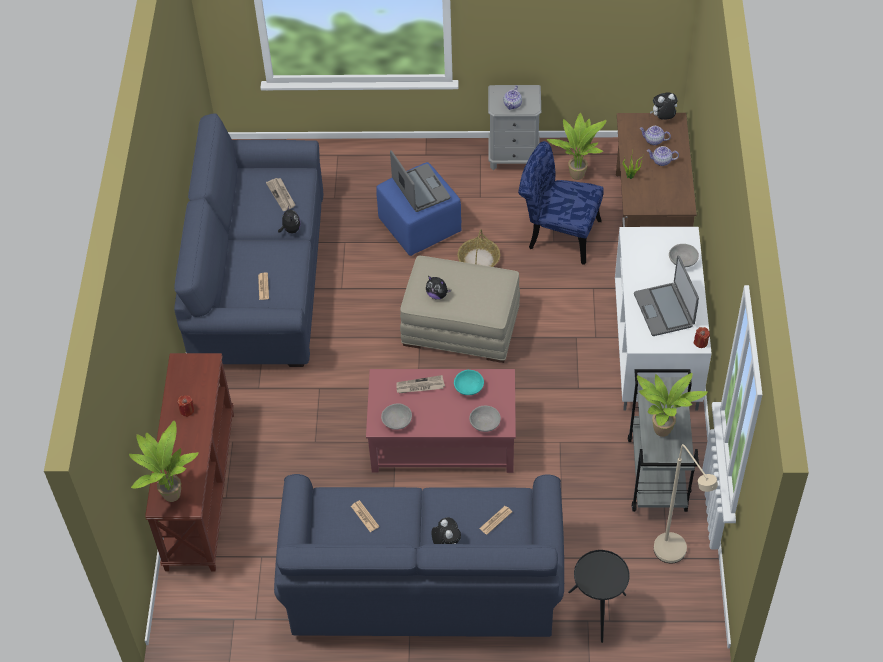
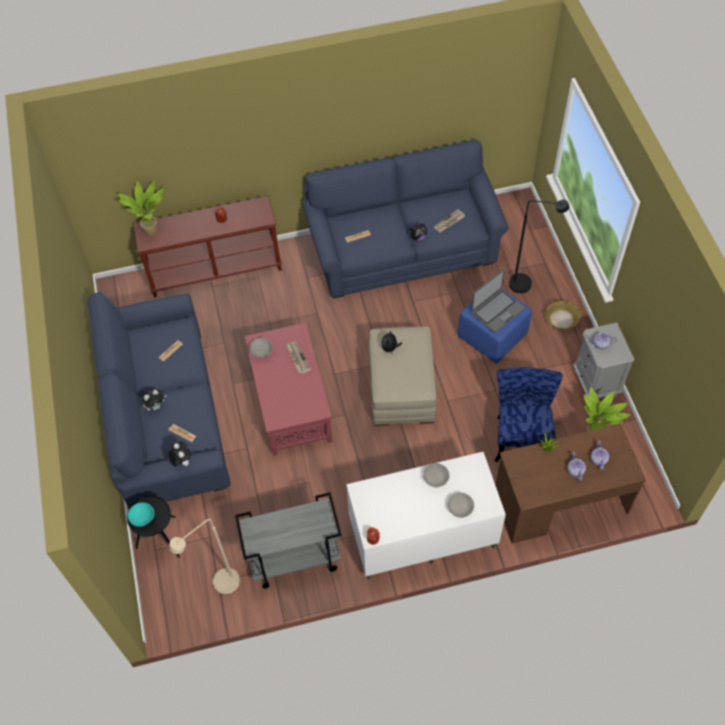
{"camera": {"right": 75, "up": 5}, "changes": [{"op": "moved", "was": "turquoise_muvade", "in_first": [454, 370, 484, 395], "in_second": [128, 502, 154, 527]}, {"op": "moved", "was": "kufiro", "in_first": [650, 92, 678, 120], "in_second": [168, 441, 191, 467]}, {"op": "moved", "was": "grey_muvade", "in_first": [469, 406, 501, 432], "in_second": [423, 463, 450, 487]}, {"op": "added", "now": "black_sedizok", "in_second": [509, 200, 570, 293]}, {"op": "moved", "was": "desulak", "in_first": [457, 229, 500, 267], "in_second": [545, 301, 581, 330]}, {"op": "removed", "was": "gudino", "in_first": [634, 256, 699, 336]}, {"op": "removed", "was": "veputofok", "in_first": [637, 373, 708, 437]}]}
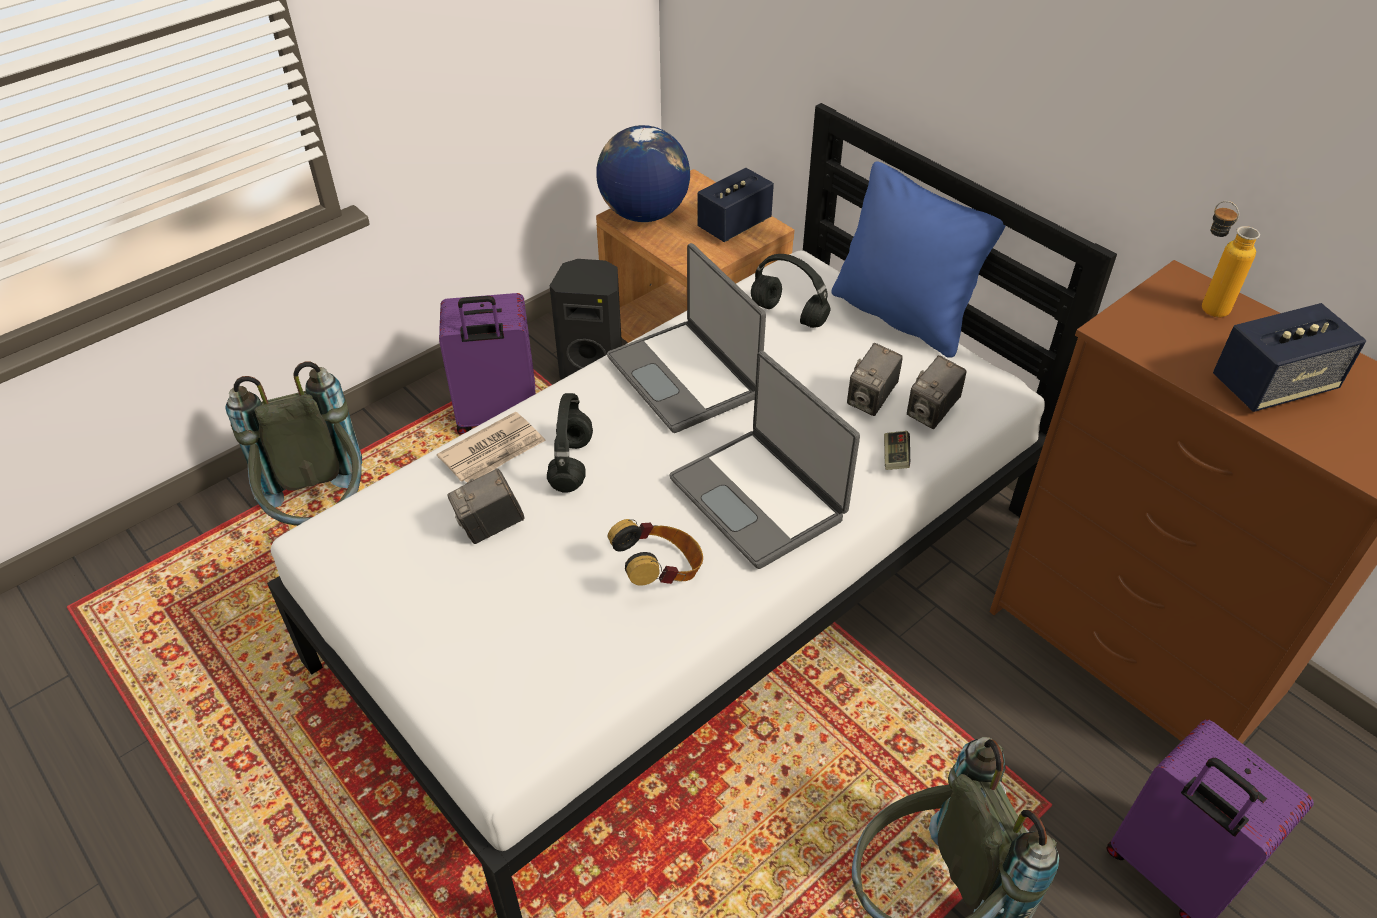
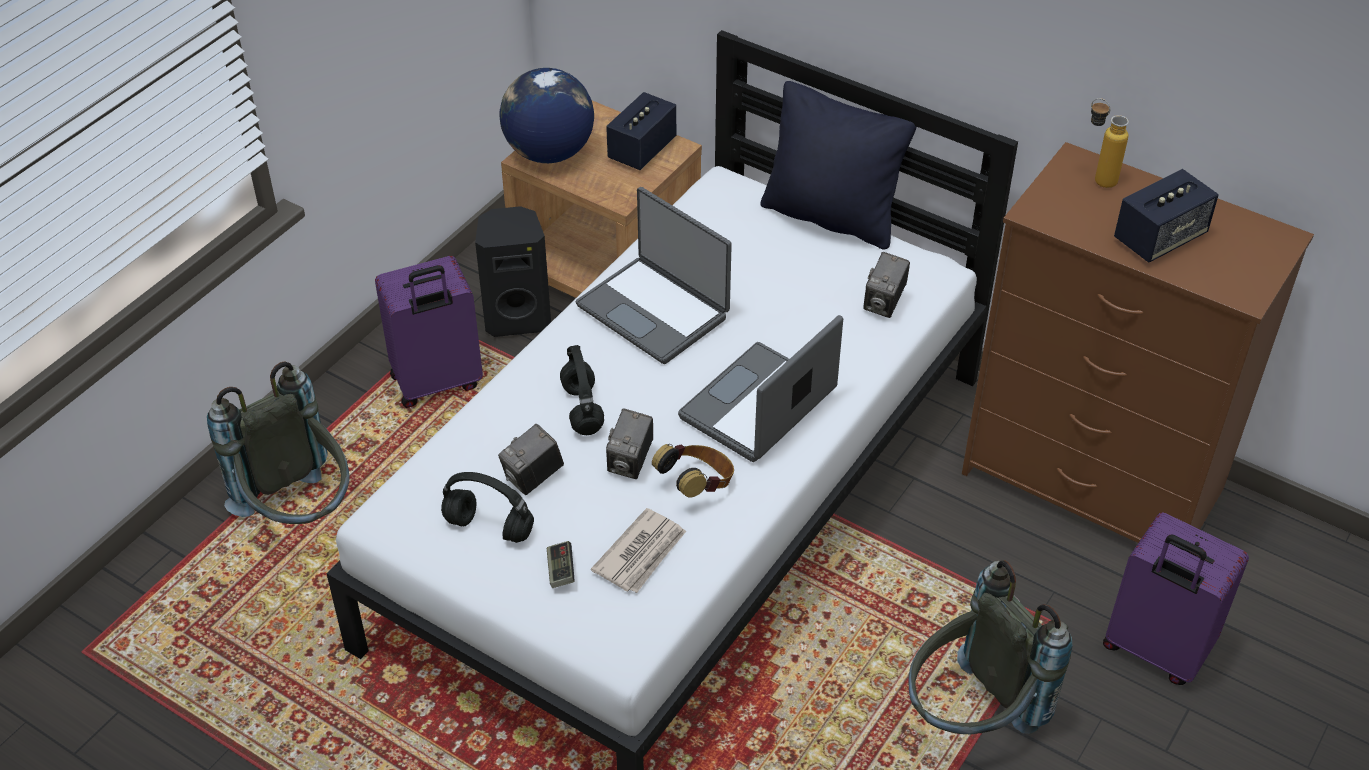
{"camera": {"right": -15, "up": 0}, "changes": [{"op": "moved", "was": "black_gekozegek", "in_first": [751, 254, 831, 328], "in_second": [441, 472, 534, 543]}, {"op": "moved", "was": "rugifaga", "in_first": [884, 431, 910, 470], "in_second": [547, 541, 575, 588]}, {"op": "moved", "was": "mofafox", "in_first": [437, 412, 546, 482], "in_second": [591, 508, 686, 593]}, {"op": "moved", "was": "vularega", "in_first": [847, 343, 903, 416], "in_second": [606, 408, 653, 479]}, {"op": "turned", "was": "gudino", "in_first": [669, 351, 860, 569], "in_second": [678, 315, 843, 462], "clockwise": 90}, {"op": "recoloured", "was": "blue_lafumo", "now": "black_lafumo", "in_first": [831, 161, 1005, 358], "in_second": [760, 81, 917, 249]}]}
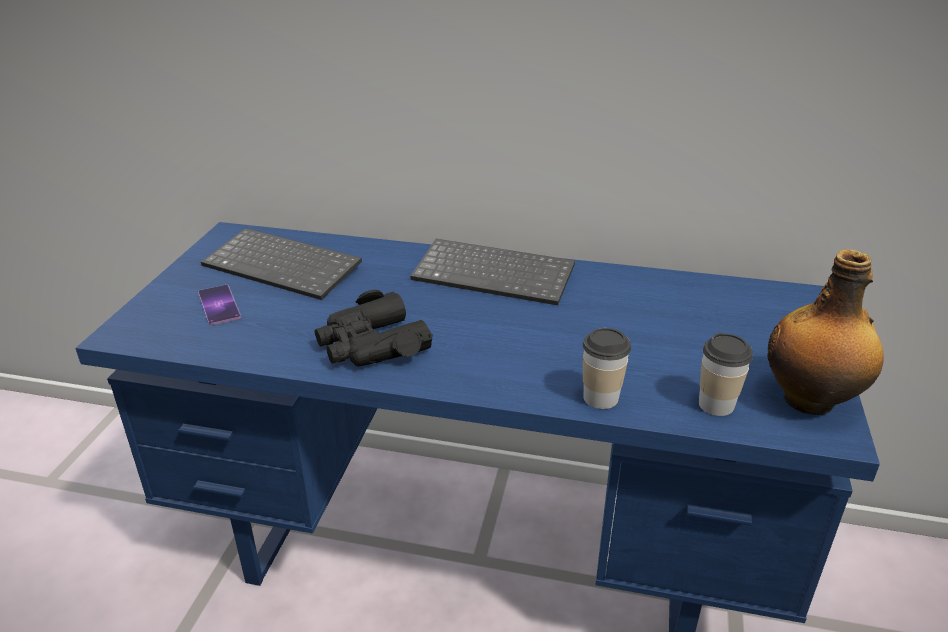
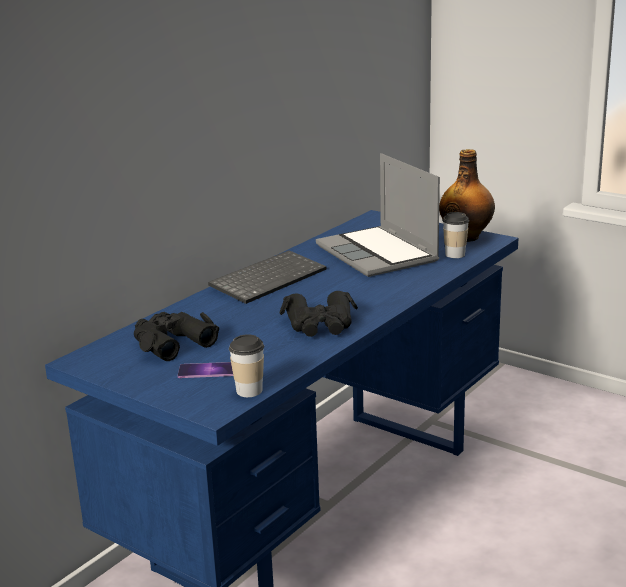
{"camera": {"right": -65, "up": -10}, "changes": [{"op": "replaced", "was": "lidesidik", "now": "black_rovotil", "in_first": [201, 228, 362, 300], "in_second": [134, 312, 219, 361]}, {"op": "moved", "was": "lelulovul", "in_first": [583, 328, 631, 409], "in_second": [229, 334, 264, 397]}, {"op": "added", "now": "gudino", "in_second": [316, 153, 440, 277]}]}
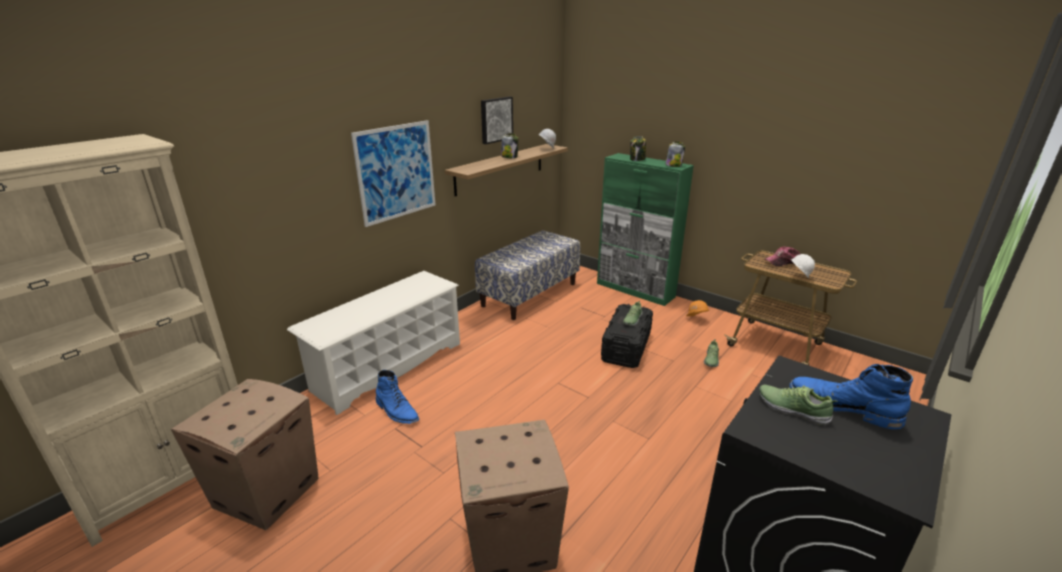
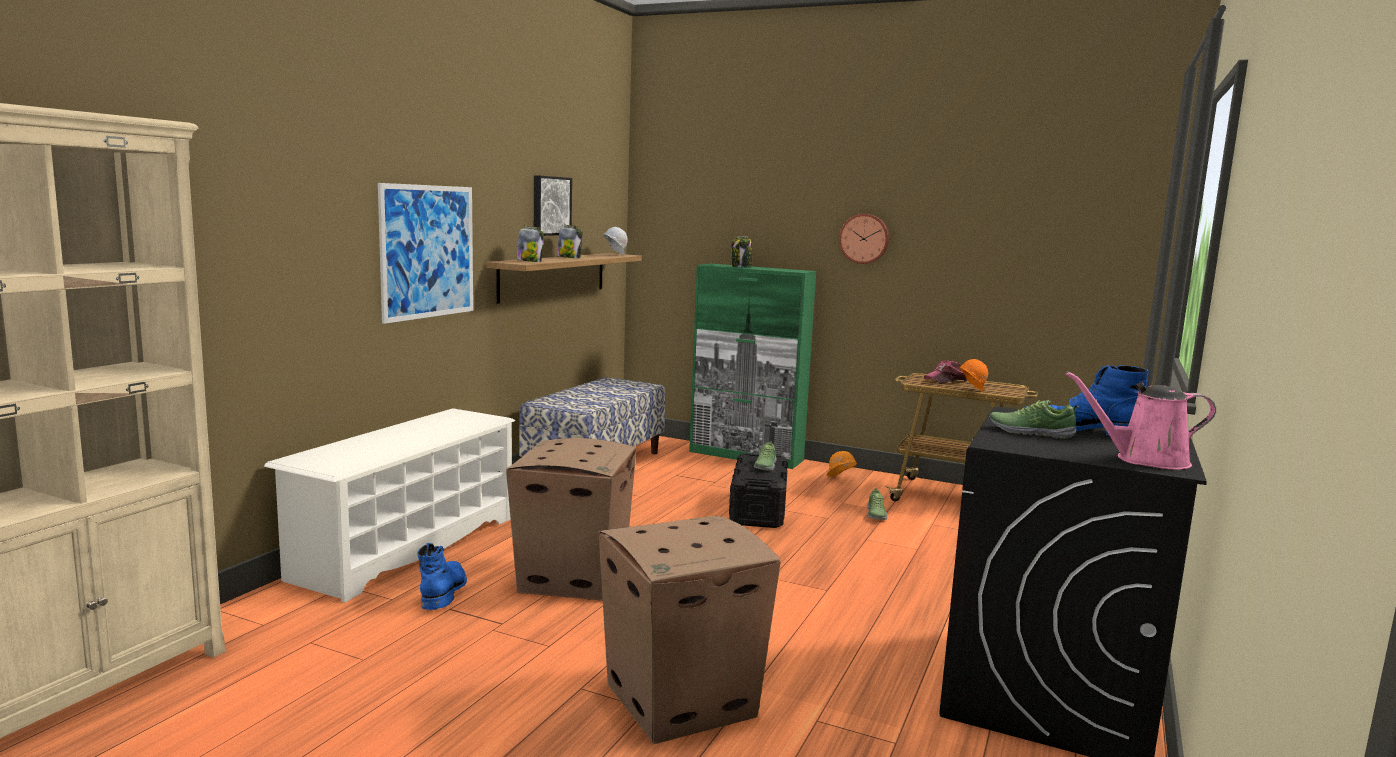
{"camera": {"right": -15, "up": -15}, "changes": [{"op": "turned", "was": "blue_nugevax", "in_first": [376, 370, 419, 424], "in_second": [417, 543, 467, 610], "clockwise": -120}, {"op": "moved", "was": "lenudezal", "in_first": [171, 379, 319, 530], "in_second": [506, 438, 636, 601]}, {"op": "moved", "was": "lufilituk", "in_first": [665, 141, 685, 167], "in_second": [517, 226, 544, 262]}, {"op": "added", "now": "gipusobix", "in_second": [839, 214, 889, 264]}, {"op": "recoloured", "was": "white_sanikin", "now": "orange_sanikin", "in_first": [791, 254, 815, 278], "in_second": [959, 359, 988, 391]}, {"op": "added", "now": "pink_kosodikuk", "in_second": [1065, 372, 1216, 470]}]}
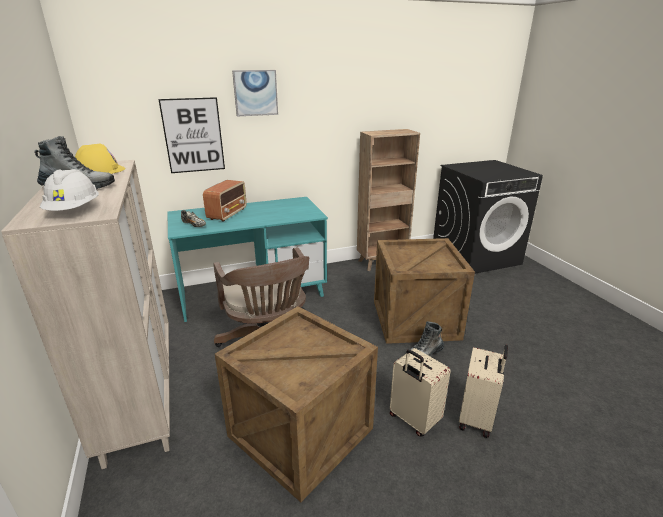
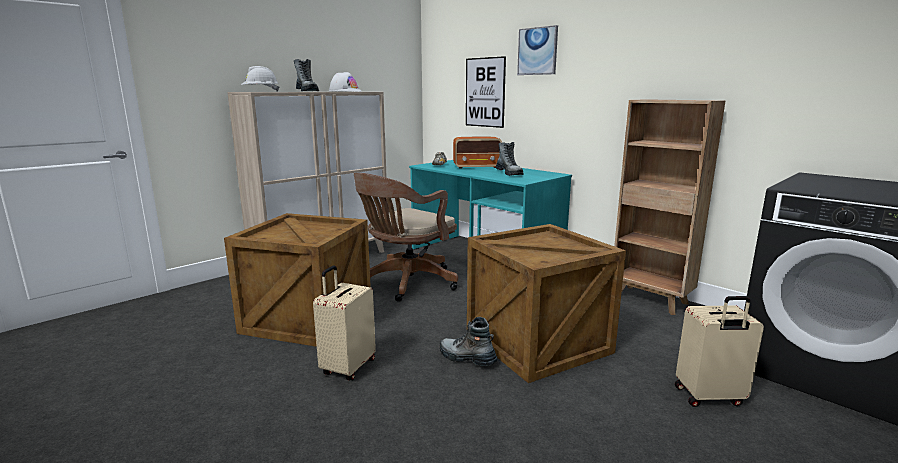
{"camera": {"right": 65, "up": -10}, "changes": [{"op": "recoloured", "was": "yellow_sanikin", "now": "white_sanikin", "in_first": [75, 143, 126, 174], "in_second": [329, 72, 362, 92]}, {"op": "added", "now": "nugevax", "in_second": [496, 142, 524, 176]}, {"op": "moved", "was": "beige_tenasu", "in_first": [459, 345, 508, 438], "in_second": [675, 296, 764, 407]}]}
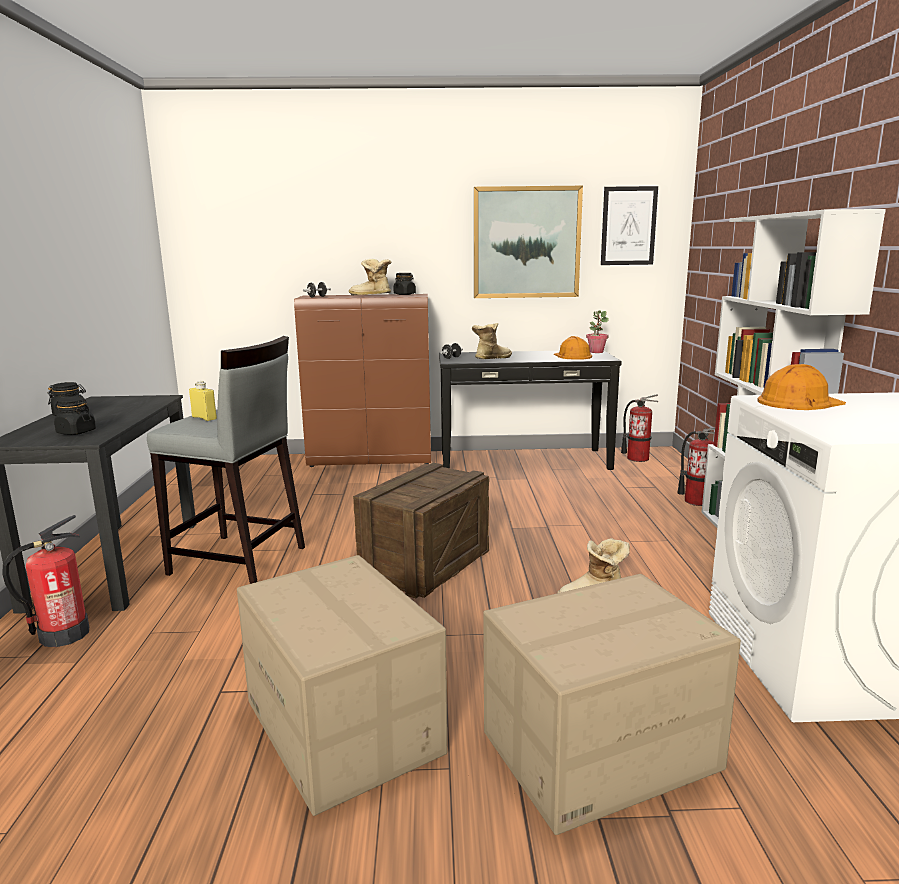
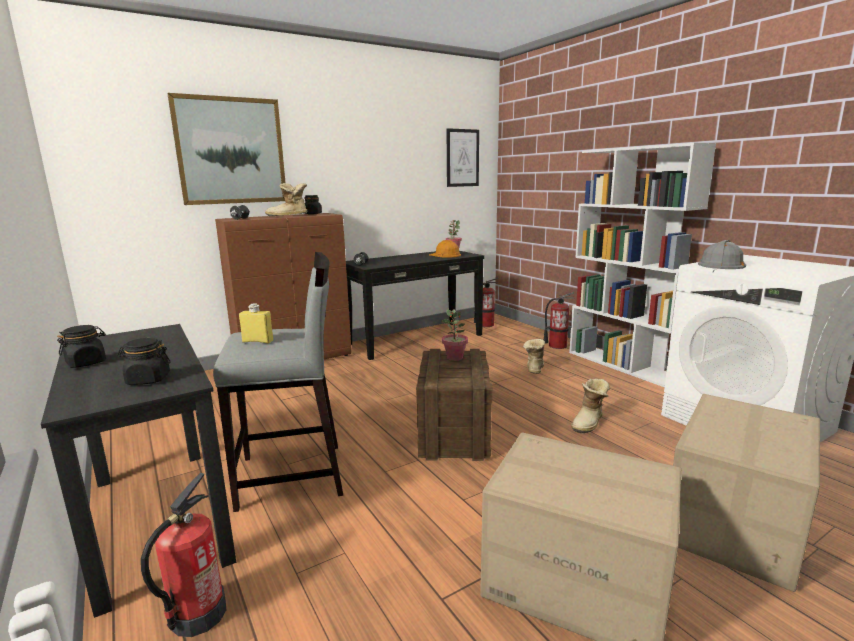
{"camera": {"right": -30, "up": 0}, "changes": [{"op": "moved", "was": "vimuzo", "in_first": [474, 186, 583, 298], "in_second": [167, 93, 286, 205]}, {"op": "added", "now": "veputofok", "in_second": [442, 309, 468, 361]}, {"op": "moved", "was": "nugevax", "in_first": [472, 323, 512, 359], "in_second": [523, 339, 545, 374]}, {"op": "recoloured", "was": "orange_sanikin", "now": "grey_sanikin", "in_first": [757, 364, 846, 410], "in_second": [698, 240, 746, 269]}]}
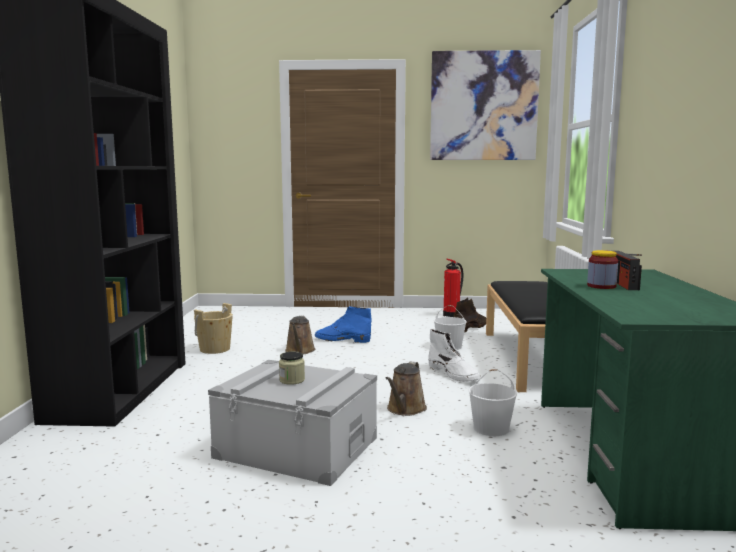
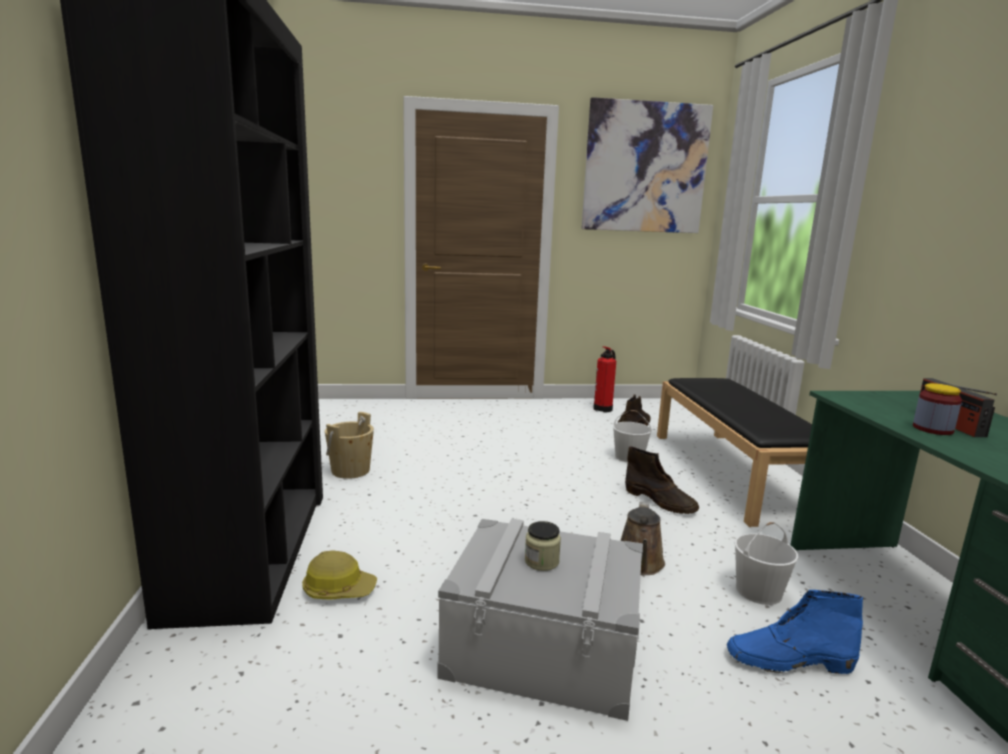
{"camera": {"right": -10, "up": 5}, "changes": [{"op": "added", "now": "sanikin", "in_second": [302, 550, 377, 599]}, {"op": "recoloured", "was": "white_nugevax", "now": "brown_nugevax", "in_first": [428, 329, 481, 382], "in_second": [625, 446, 699, 514]}, {"op": "moved", "was": "blue_nugevax", "in_first": [315, 307, 371, 343], "in_second": [727, 590, 863, 674]}, {"op": "removed", "was": "brown_kosodikuk", "in_first": [285, 316, 315, 355]}]}
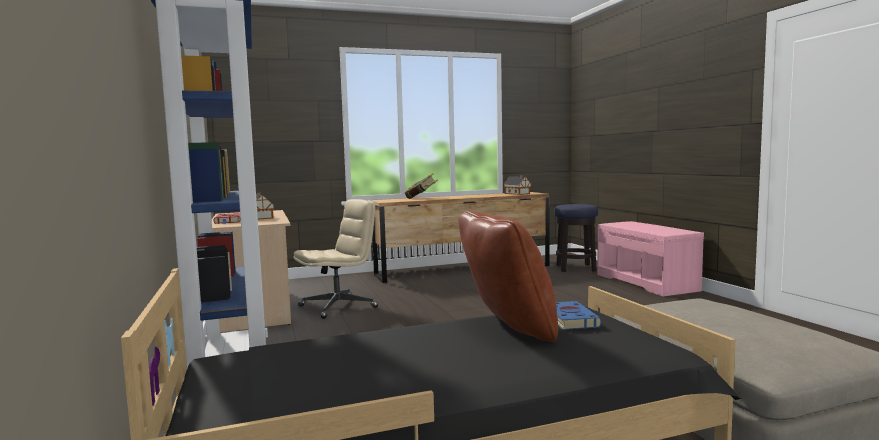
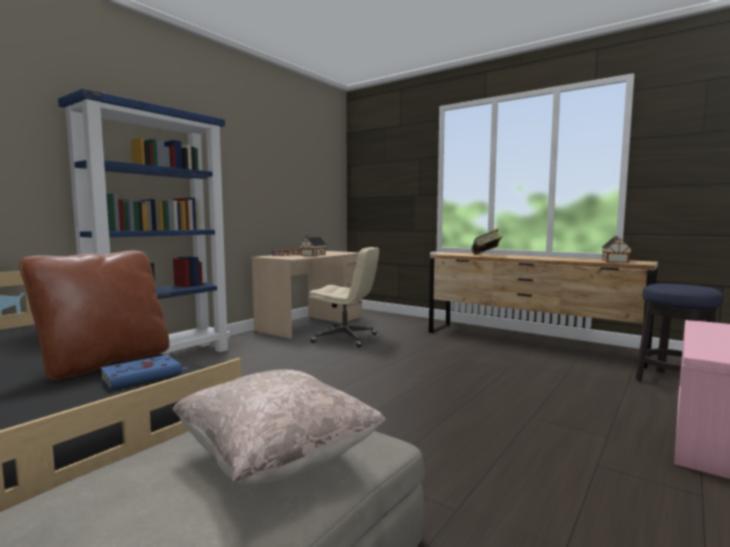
{"camera": {"right": 55, "up": 0}, "changes": [{"op": "added", "now": "beige_lafumo", "in_second": [172, 369, 386, 485]}]}
